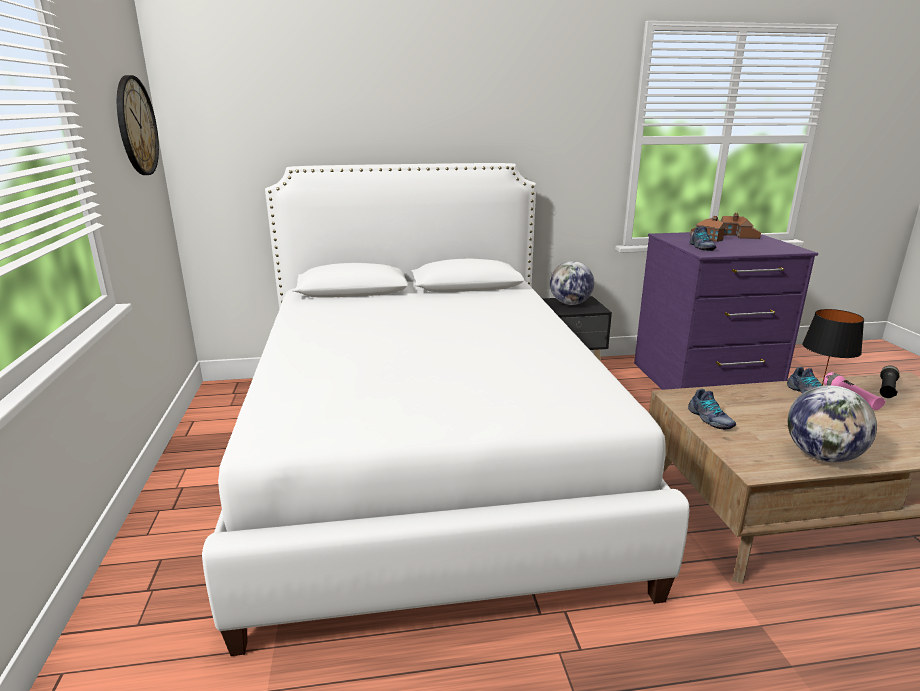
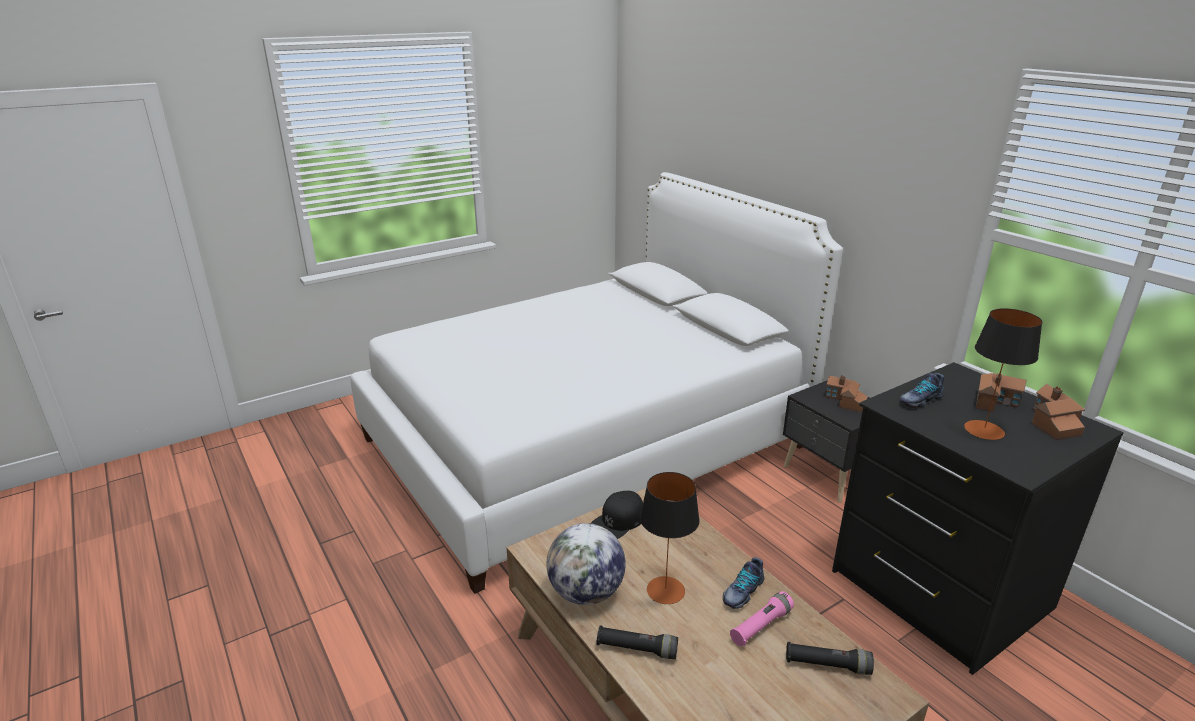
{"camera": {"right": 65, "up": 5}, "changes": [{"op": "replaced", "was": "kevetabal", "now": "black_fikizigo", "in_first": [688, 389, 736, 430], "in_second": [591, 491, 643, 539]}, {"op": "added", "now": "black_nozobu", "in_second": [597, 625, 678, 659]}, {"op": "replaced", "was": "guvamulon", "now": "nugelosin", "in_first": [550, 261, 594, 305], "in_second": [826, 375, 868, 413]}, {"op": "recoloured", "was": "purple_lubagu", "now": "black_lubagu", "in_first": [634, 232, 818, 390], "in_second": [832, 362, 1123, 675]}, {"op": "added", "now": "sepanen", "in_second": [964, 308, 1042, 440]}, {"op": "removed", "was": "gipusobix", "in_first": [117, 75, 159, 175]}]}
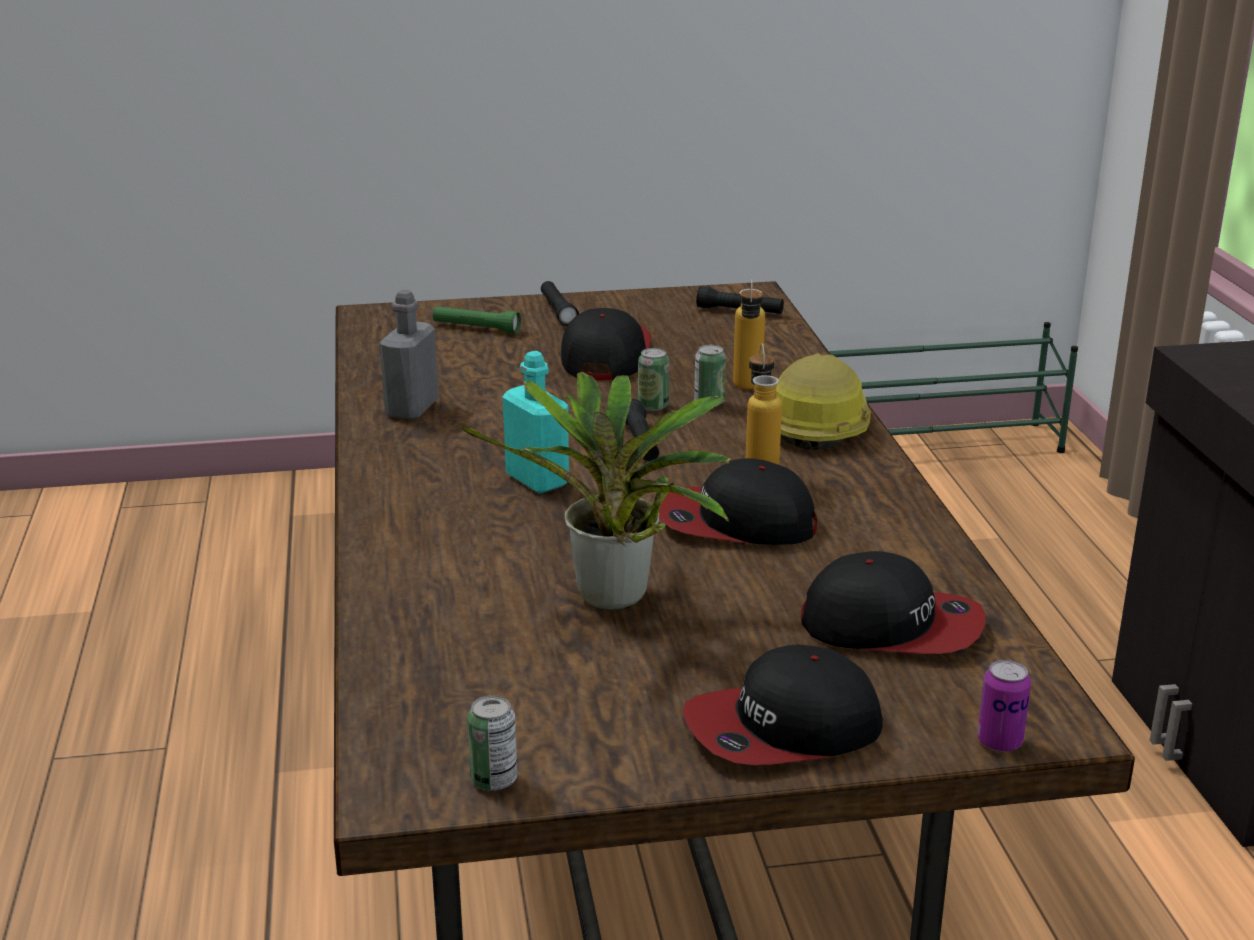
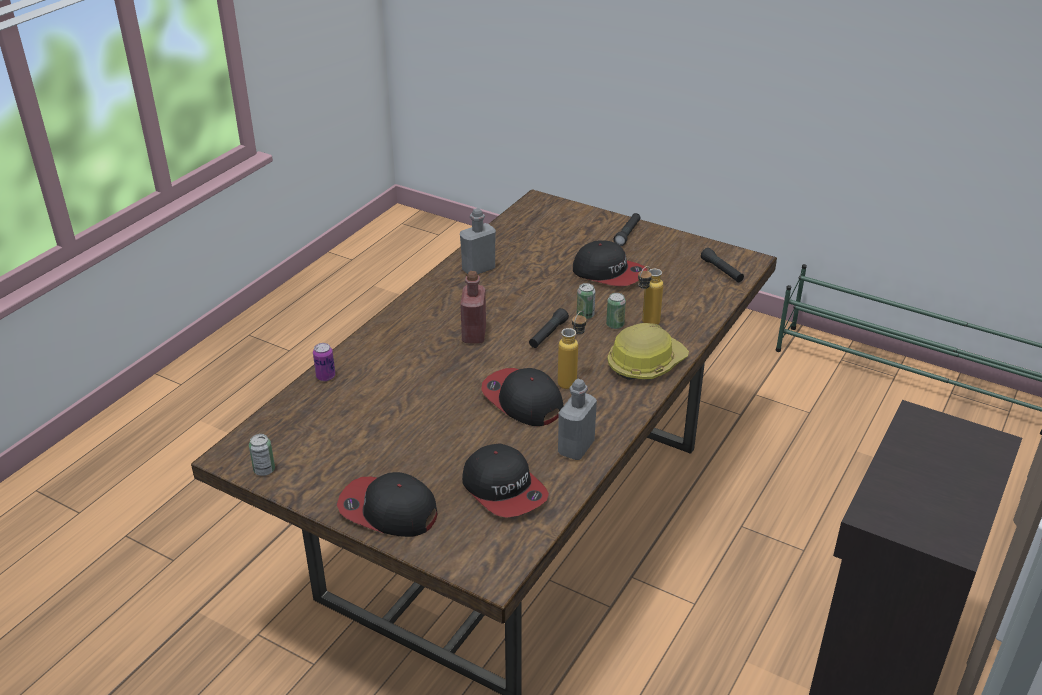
{"camera": {"right": 40, "up": 10}, "changes": [{"op": "moved", "was": "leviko", "in_first": [977, 660, 1031, 752], "in_second": [313, 343, 335, 381]}, {"op": "recoloured", "was": "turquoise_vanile", "now": "red_vanile", "in_first": [502, 351, 569, 493], "in_second": [460, 271, 486, 344]}, {"op": "added", "now": "grey_vanile", "in_second": [558, 379, 597, 460]}, {"op": "turned", "was": "fikizigo", "in_first": [561, 308, 651, 380], "in_second": [573, 241, 647, 286], "clockwise": 75}, {"op": "removed", "was": "green_nozobu", "in_first": [433, 306, 521, 334]}, {"op": "removed", "was": "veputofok", "in_first": [459, 372, 731, 611]}]}
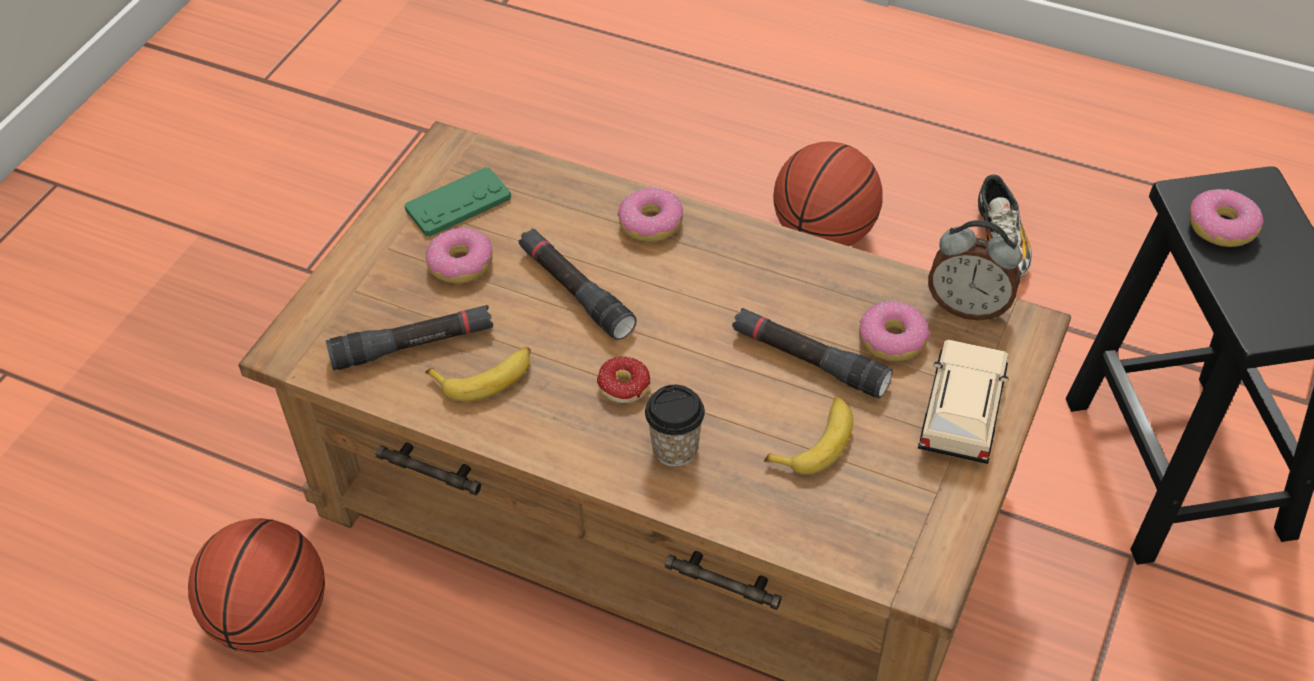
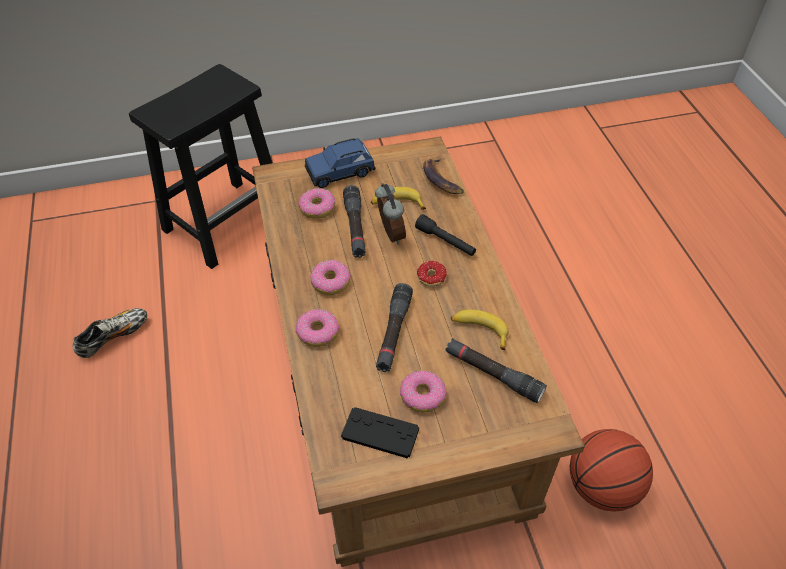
{"camera": {"right": -130, "up": 0}, "changes": [{"op": "recoloured", "was": "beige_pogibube", "now": "blue_pogibube", "in_first": [918, 340, 1009, 464], "in_second": [305, 138, 375, 188]}, {"op": "moved", "was": "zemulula", "in_first": [1189, 189, 1264, 247], "in_second": [310, 260, 351, 295]}, {"op": "recoloured", "was": "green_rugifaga", "now": "black_rugifaga", "in_first": [404, 167, 511, 237], "in_second": [341, 407, 419, 459]}, {"op": "moved", "was": "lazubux", "in_first": [928, 220, 1021, 321], "in_second": [375, 183, 406, 245]}, {"op": "replaced", "was": "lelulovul", "now": "black_nozobu", "in_first": [645, 385, 705, 466], "in_second": [415, 214, 476, 256]}, {"op": "added", "now": "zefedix", "in_second": [423, 158, 464, 194]}, {"op": "removed", "was": "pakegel", "in_first": [773, 141, 883, 246]}]}
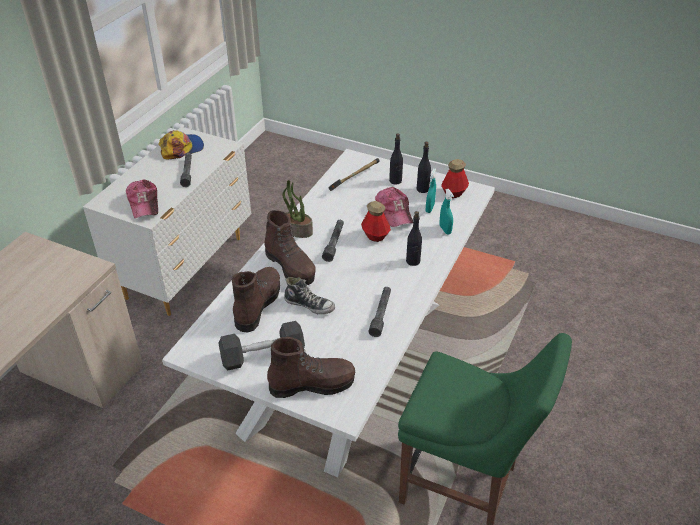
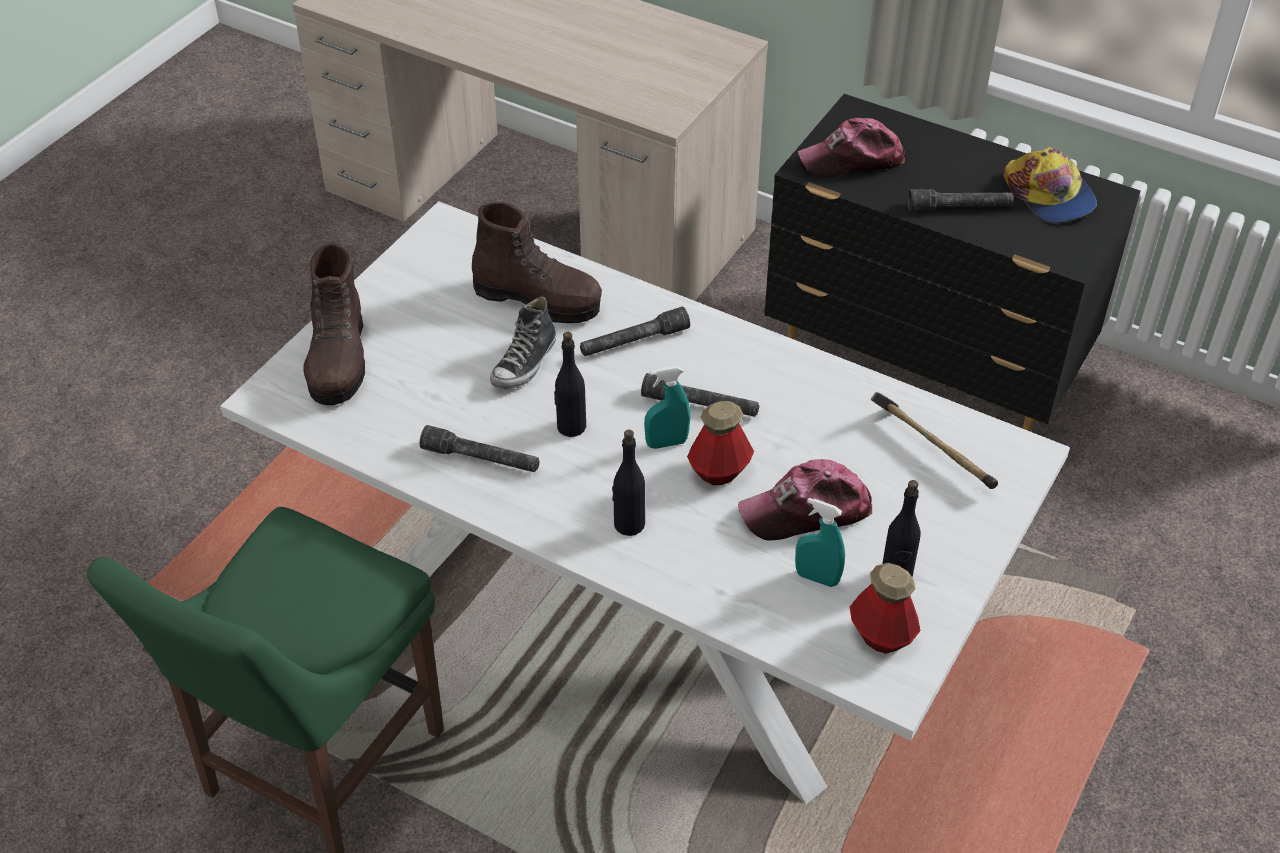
{"camera": {"right": 95, "up": 5}, "changes": [{"op": "moved", "was": "black_vanile", "in_first": [389, 133, 403, 184], "in_second": [554, 332, 586, 437]}, {"op": "replaced", "was": "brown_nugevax", "now": "grey_nozobu", "in_first": [265, 210, 316, 285], "in_second": [580, 307, 690, 356]}, {"op": "moved", "was": "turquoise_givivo", "in_first": [440, 189, 454, 234], "in_second": [644, 366, 690, 449]}, {"op": "recoloured", "was": "white_lubagu", "now": "black_lubagu", "in_first": [83, 127, 251, 316], "in_second": [764, 94, 1140, 432]}, {"op": "removed", "was": "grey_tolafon", "in_first": [219, 321, 305, 370]}, {"op": "removed", "was": "veputofok", "in_first": [282, 180, 313, 238]}]}
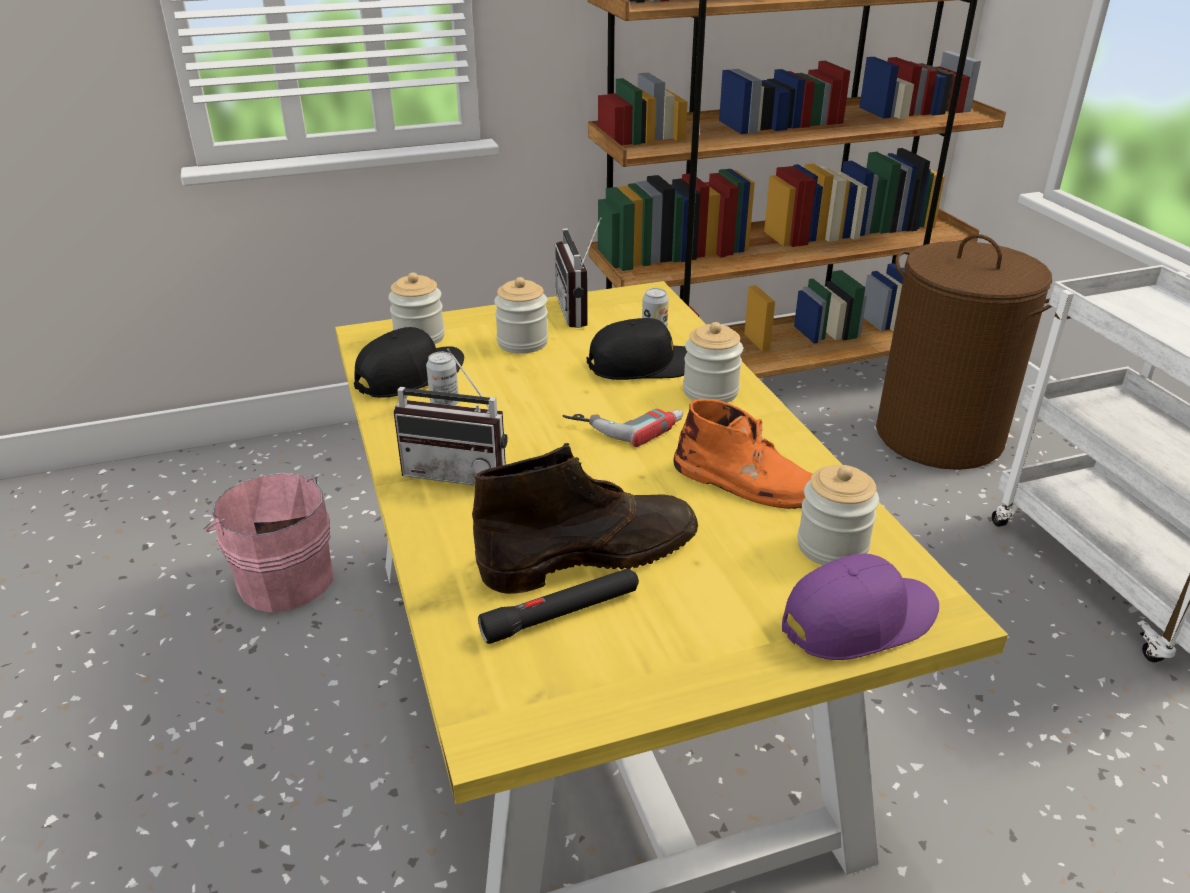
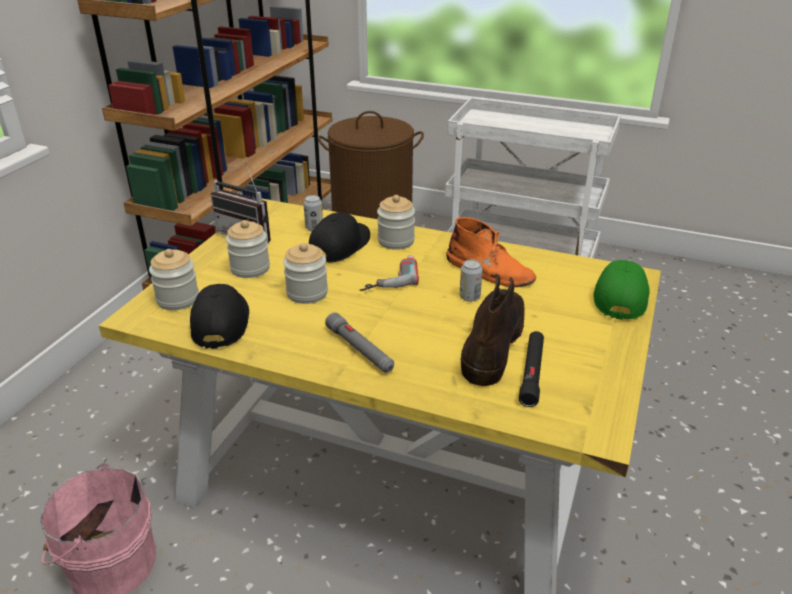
{"camera": {"right": -50, "up": 0}, "changes": [{"op": "moved", "was": "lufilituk", "in_first": [798, 465, 879, 565], "in_second": [283, 243, 328, 304]}, {"op": "replaced", "was": "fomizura", "now": "grey_nozobu", "in_first": [394, 349, 507, 486], "in_second": [325, 312, 394, 373]}, {"op": "turned", "was": "orange_nugevax", "in_first": [674, 399, 813, 509], "in_second": [446, 217, 536, 287], "clockwise": 60}, {"op": "moved", "was": "leviko", "in_first": [426, 352, 459, 406], "in_second": [460, 260, 483, 302]}, {"op": "recoloured", "was": "purple_fikizigo", "now": "green_fikizigo", "in_first": [782, 554, 939, 660], "in_second": [594, 260, 650, 320]}]}
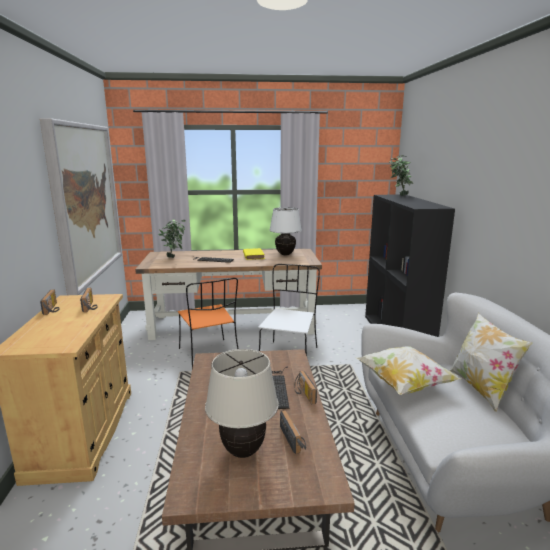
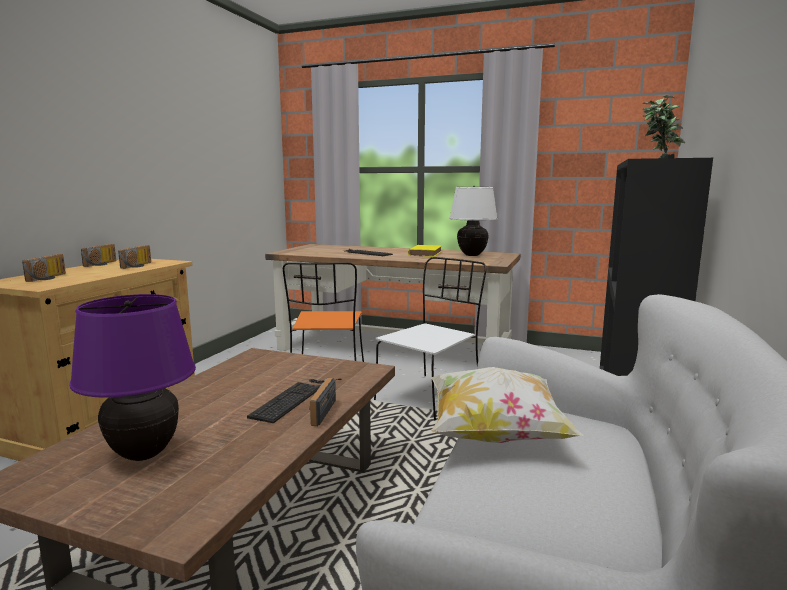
{"camera": {"right": 25, "up": -5}, "changes": [{"op": "moved", "was": "fomizura", "in_first": [280, 410, 306, 454], "in_second": [22, 254, 66, 282]}, {"op": "recoloured", "was": "beige_sepanen", "now": "purple_sepanen", "in_first": [205, 349, 279, 458], "in_second": [69, 294, 196, 461]}, {"op": "removed", "was": "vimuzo", "in_first": [40, 118, 122, 295]}, {"op": "removed", "was": "veputofok", "in_first": [158, 219, 186, 258]}, {"op": "removed", "was": "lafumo", "in_first": [450, 313, 532, 412]}]}
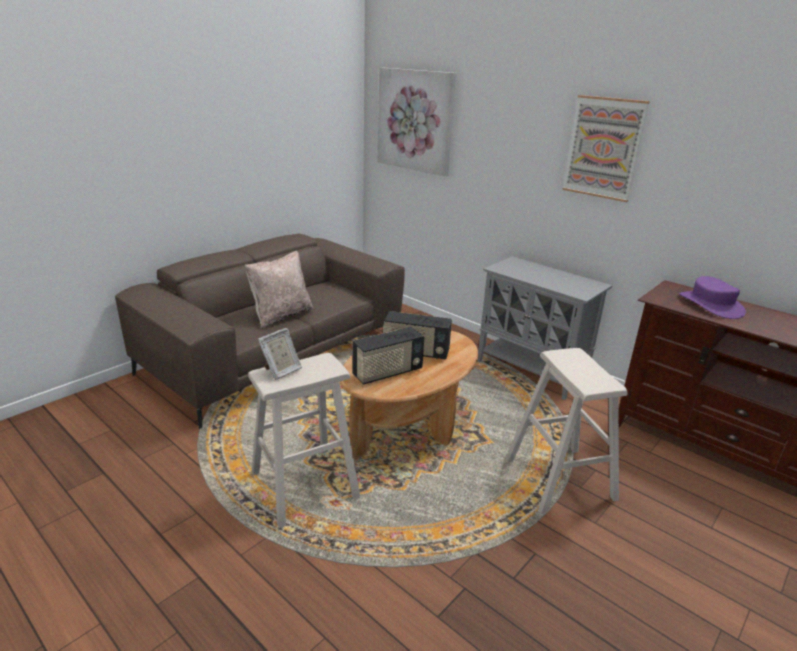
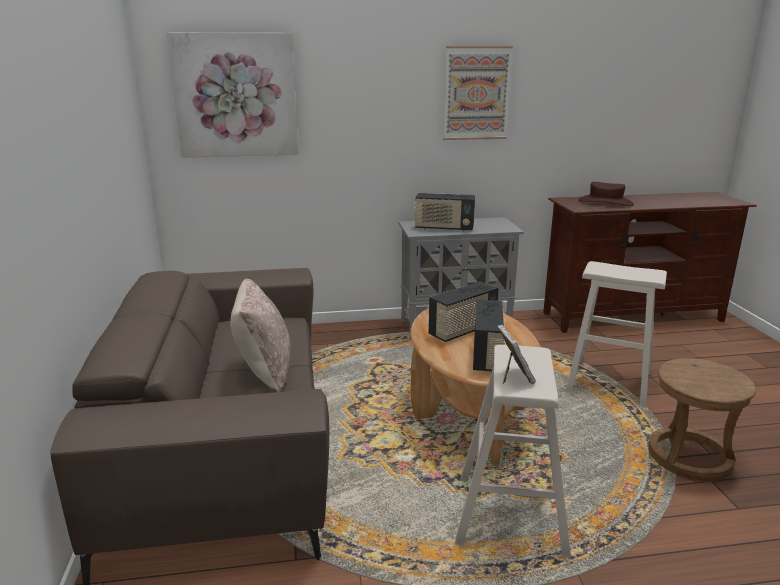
{"camera": {"right": -50, "up": -5}, "changes": [{"op": "added", "now": "fomizura", "in_second": [414, 193, 475, 231]}, {"op": "recoloured", "was": "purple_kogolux", "now": "brown_kogolux", "in_first": [679, 276, 746, 319], "in_second": [578, 182, 634, 206]}, {"op": "added", "now": "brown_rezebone", "in_second": [648, 358, 756, 482]}]}
